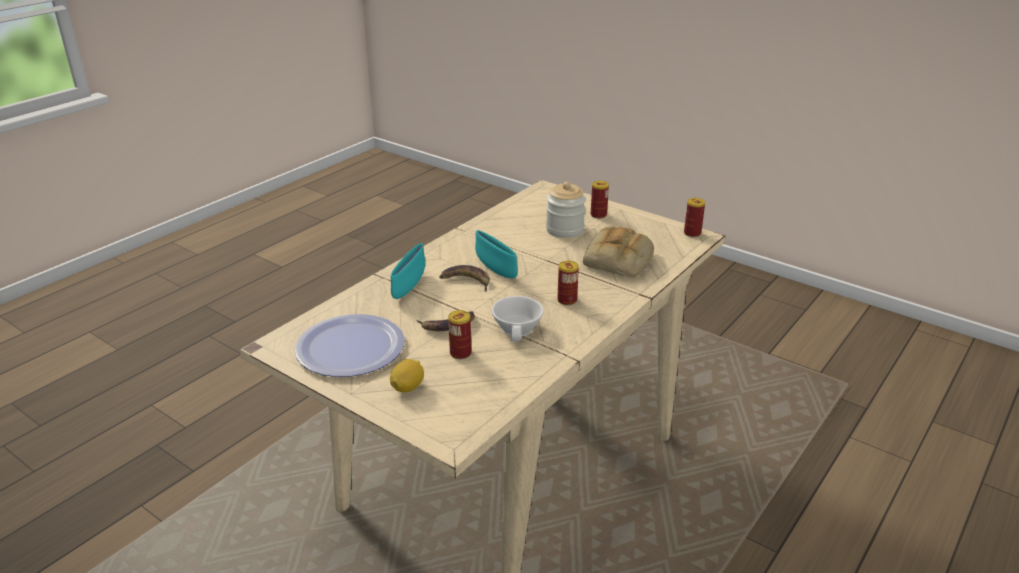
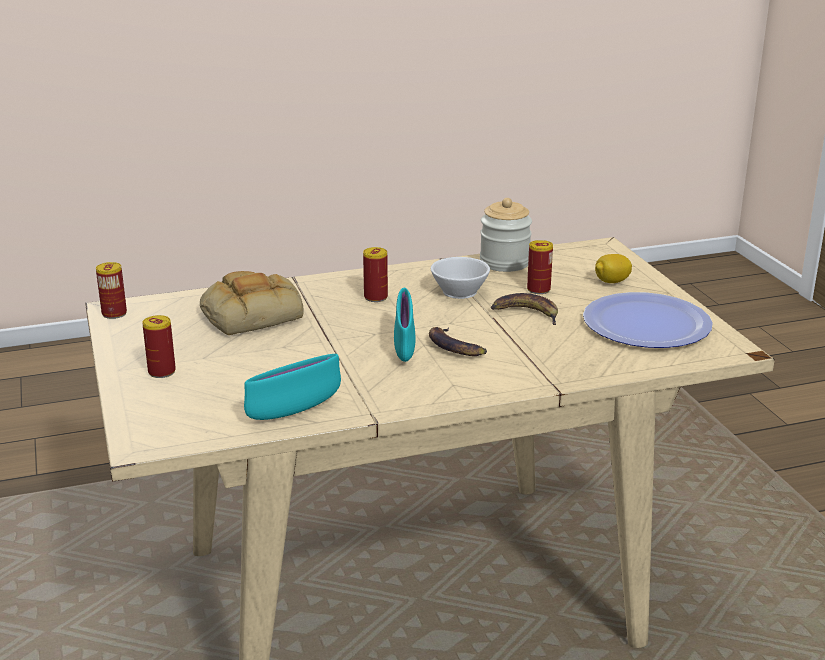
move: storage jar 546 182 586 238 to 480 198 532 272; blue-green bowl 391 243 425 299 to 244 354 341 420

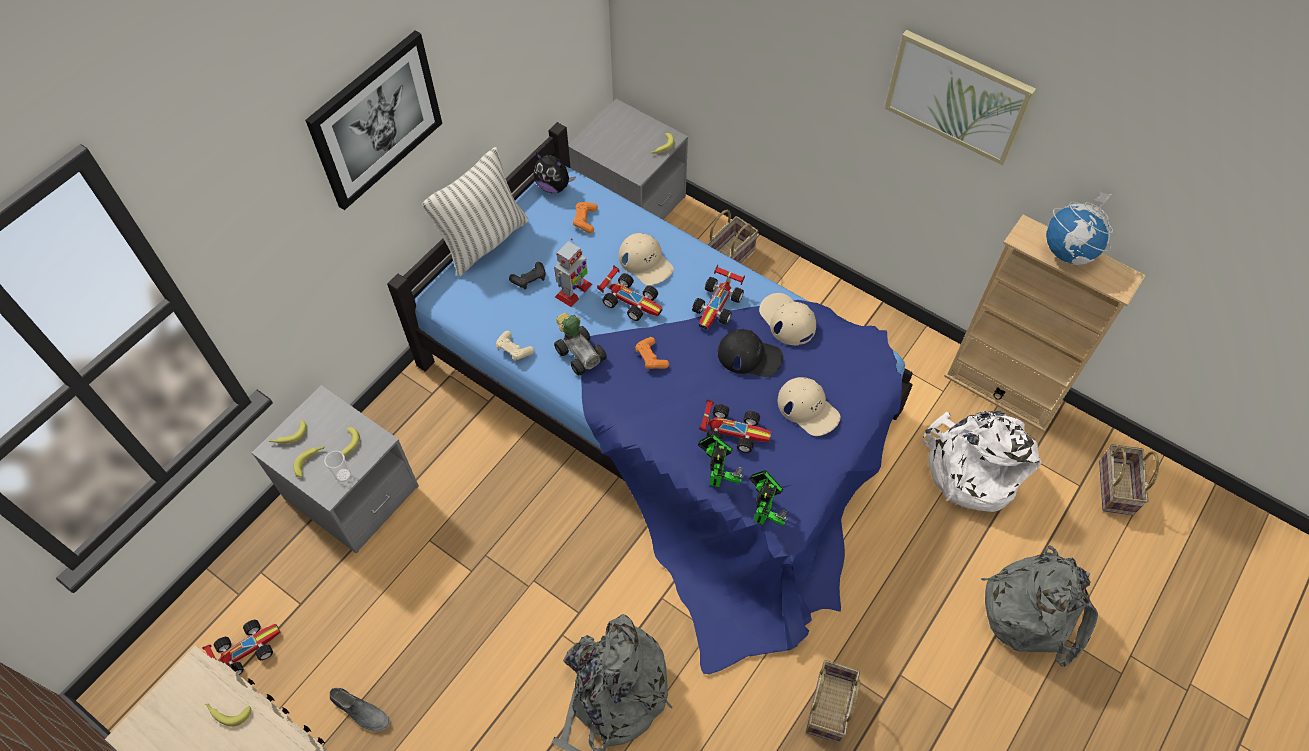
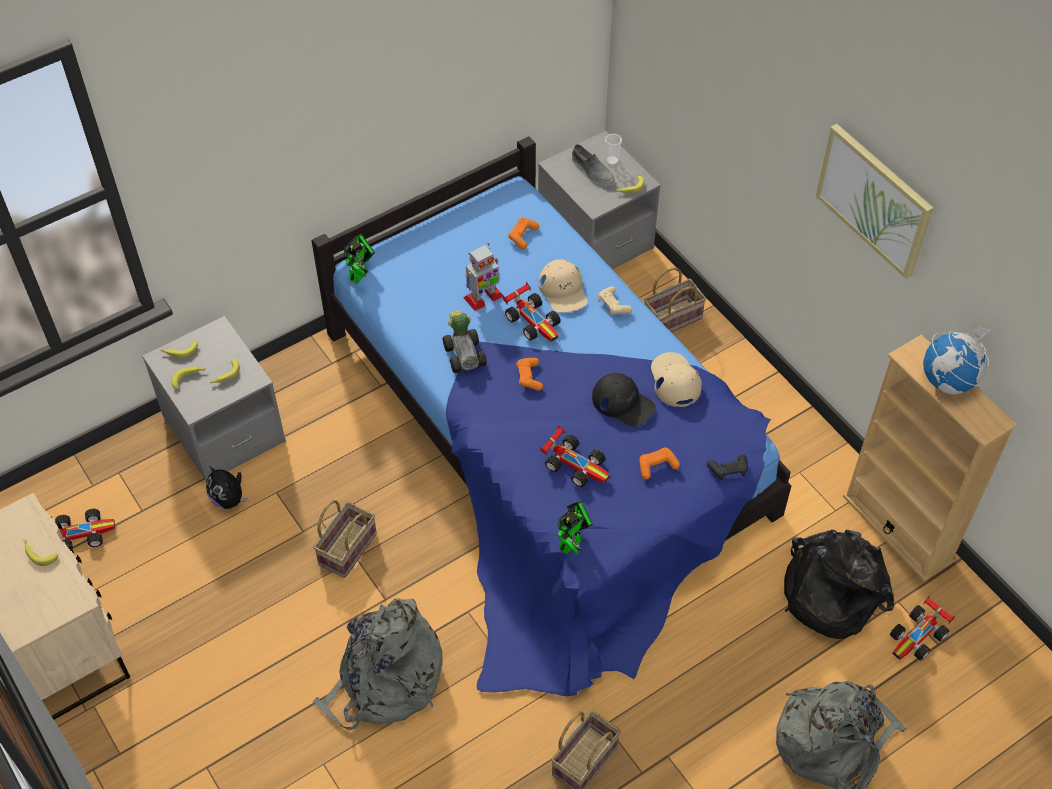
delete: wall picture 305 30 442 210; throw pillow 422 147 528 276
move: plush toy 533 153 576 193 to 206 466 248 509; black joypad 509 262 546 289 to 707 454 748 480; model car 692 265 745 329 to 890 596 955 661; sand-coloured joypad 496 331 535 361 to 598 286 632 315; toy robot 698 433 744 487 to 344 234 375 284; household basket 1099 444 1159 515 to 313 500 377 578; cup 324 451 351 482 to 605 134 622 165; greyish item of footwear 330 688 390 731 to 572 144 615 186
replace: sand-coloured baseball cap 778 377 841 436 to orange-coloured joypad 639 447 680 480
recolor: white backpack 923 411 1042 512 to black backpack 784 529 894 639

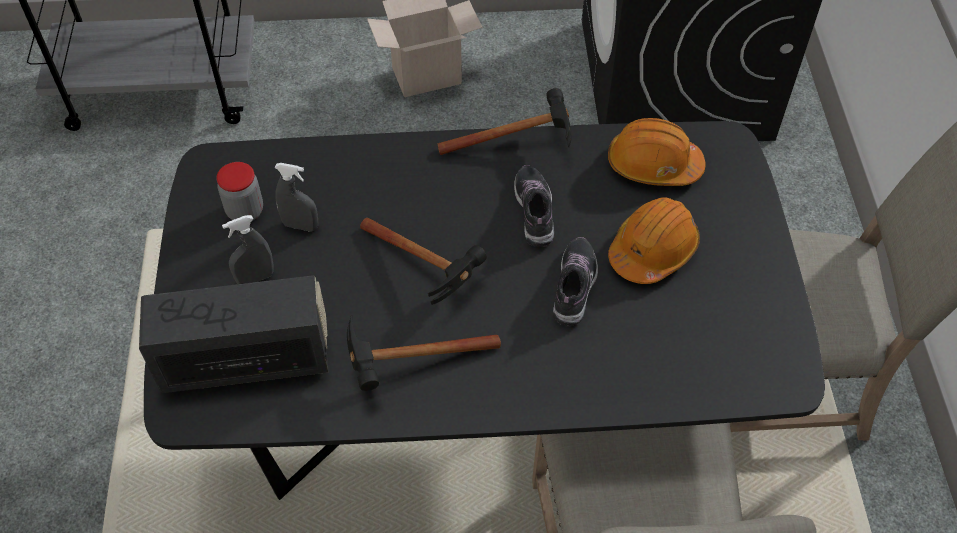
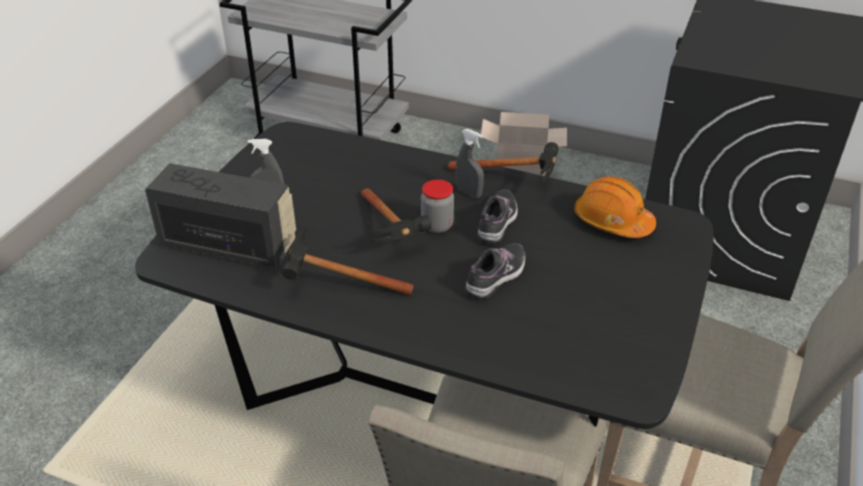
delete: orange-coloured hard hat 608 197 700 284
move: storage jar 216 162 263 221 to 421 180 454 233; greyish spray bottle 275 163 318 232 to 456 128 484 198

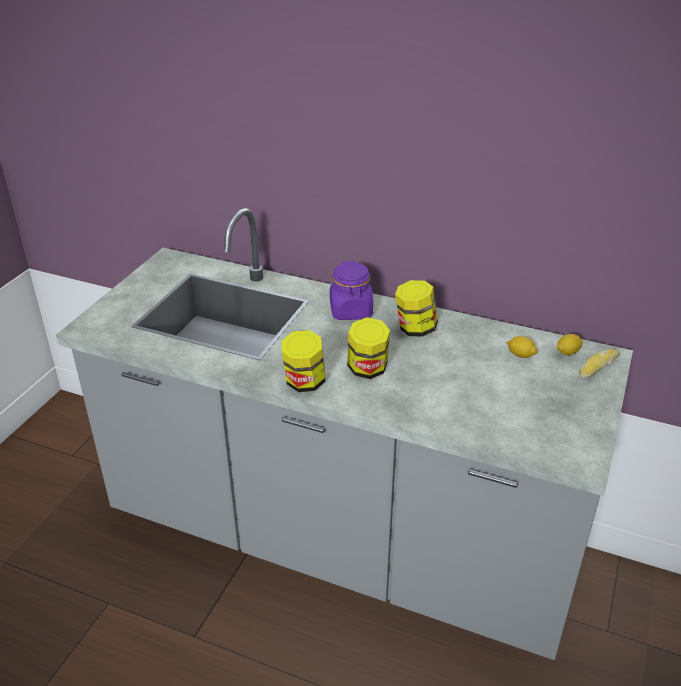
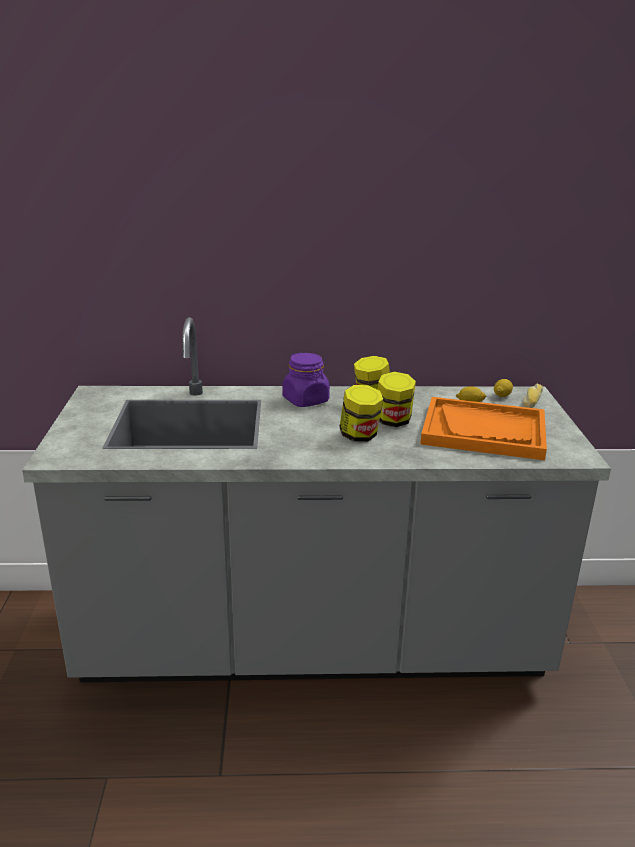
insert: orange-coloured carrying tray 420 397 547 460
move: storage jar 282 330 325 392 to 378 372 416 427

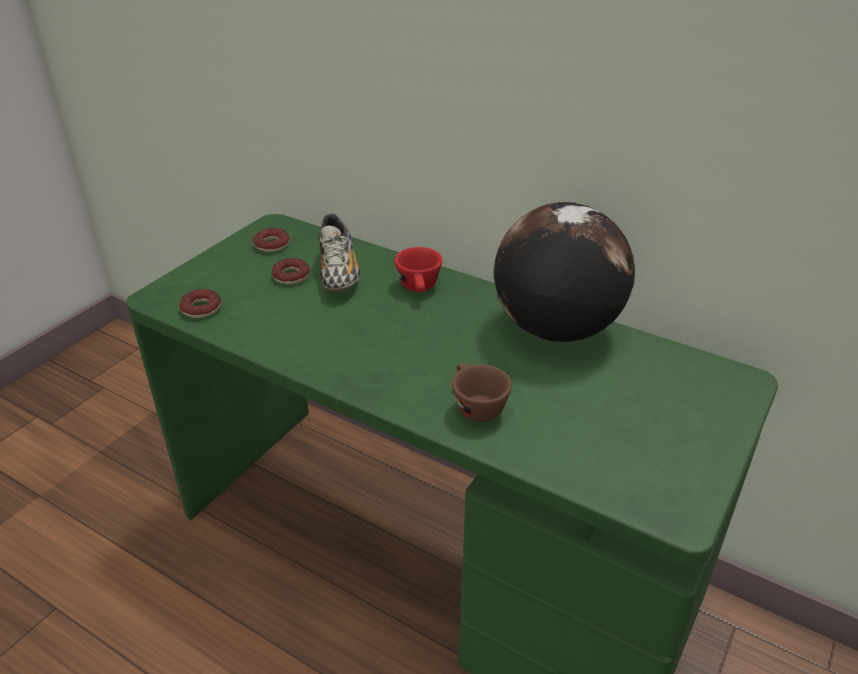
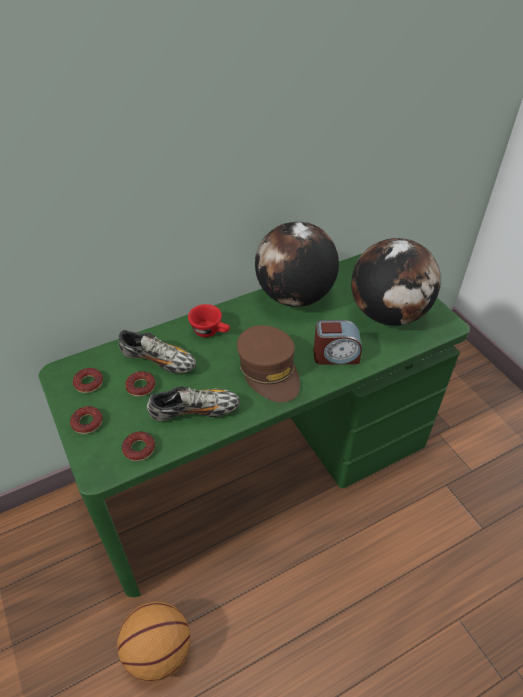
insert: globe 351 238 440 326; brownish baseball cap 237 325 300 403; item of footwear 147 386 240 422; ring doughnut 70 406 102 434; basketball 117 601 190 682
replace: brownish cup 452 363 512 422 to bedside clock 313 320 362 365

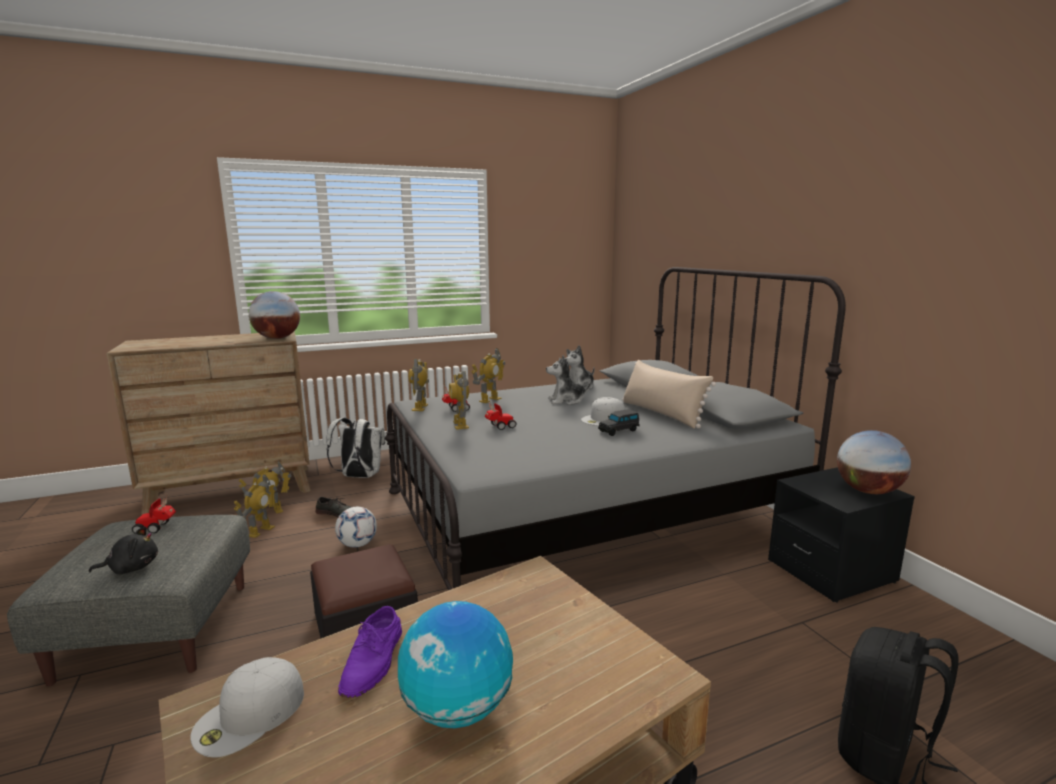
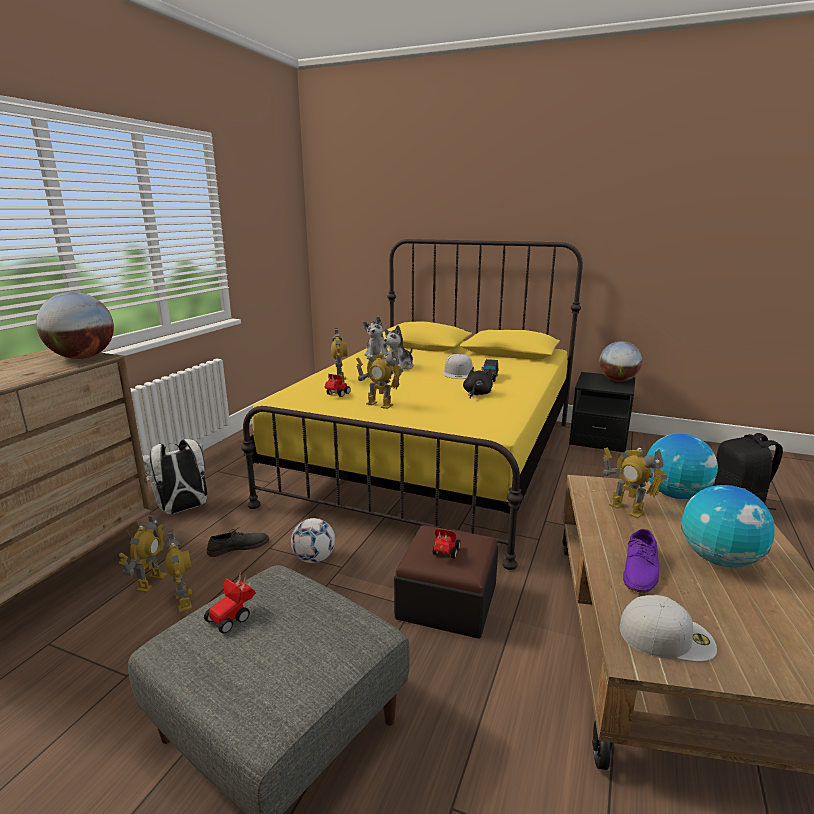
delete: sand-coloured throw pillow 622 360 716 429
insert: globe 646 433 718 499
move: toy robot 409 359 429 411 to 603 448 667 519; model car 485 403 517 430 to 433 529 461 559; black plush toy 89 526 158 575 to 463 367 493 399
recolor: greyish bedroom bed 385 267 846 590 to yellow bedroom bed 241 239 583 570
rotate: purple-coloured item of footwear 338 606 402 698 = 623 529 659 593 60 degrees clockwise; white baseball cap 190 657 304 758 = 620 595 717 662 75 degrees counterclockwise

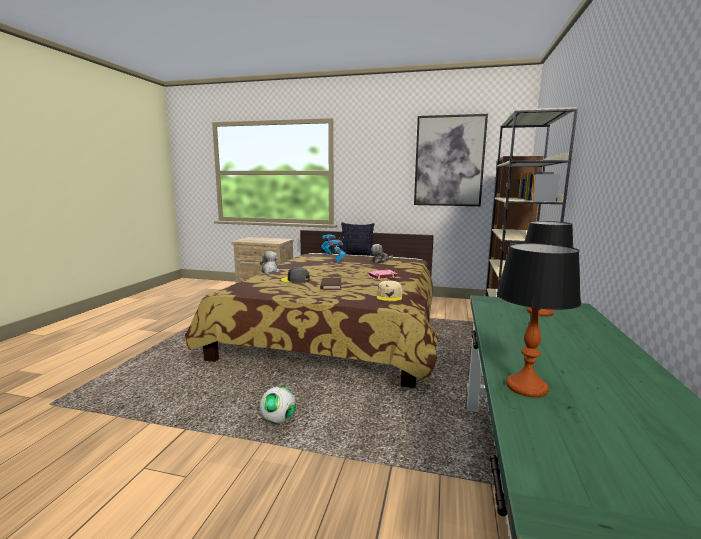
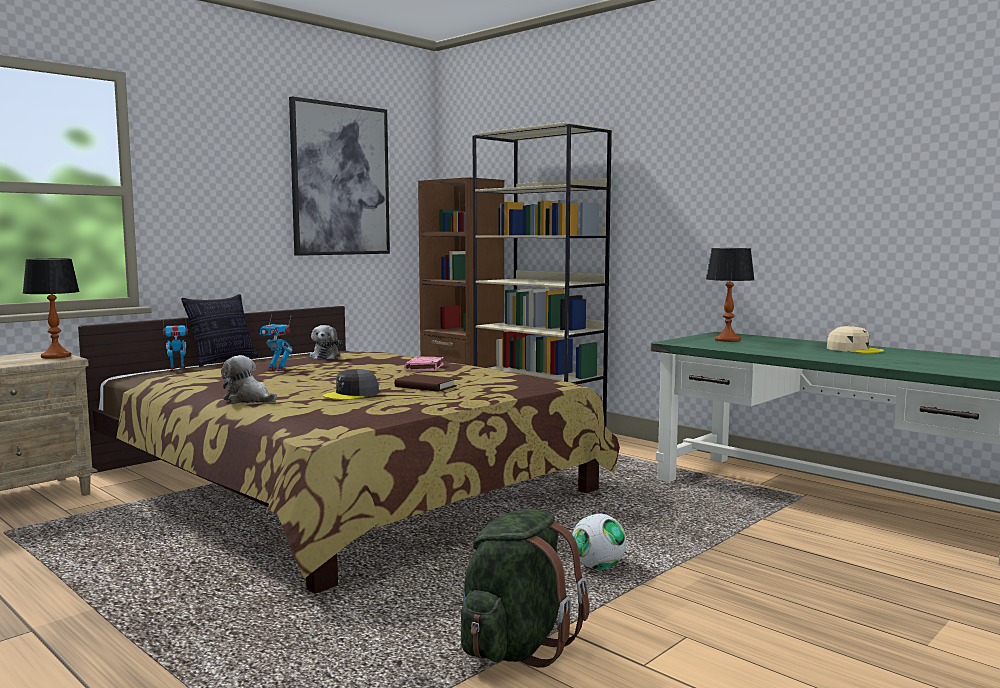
insert: green backpack 461 509 590 668
move: lamp for a table 497 243 581 397 to 23 258 80 359; sand-coloured baseball cap 377 281 402 301 to 827 326 884 353

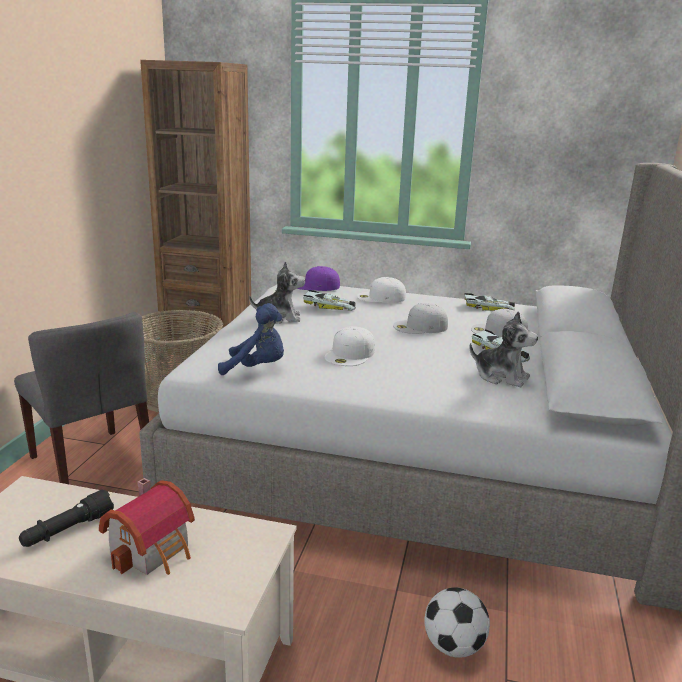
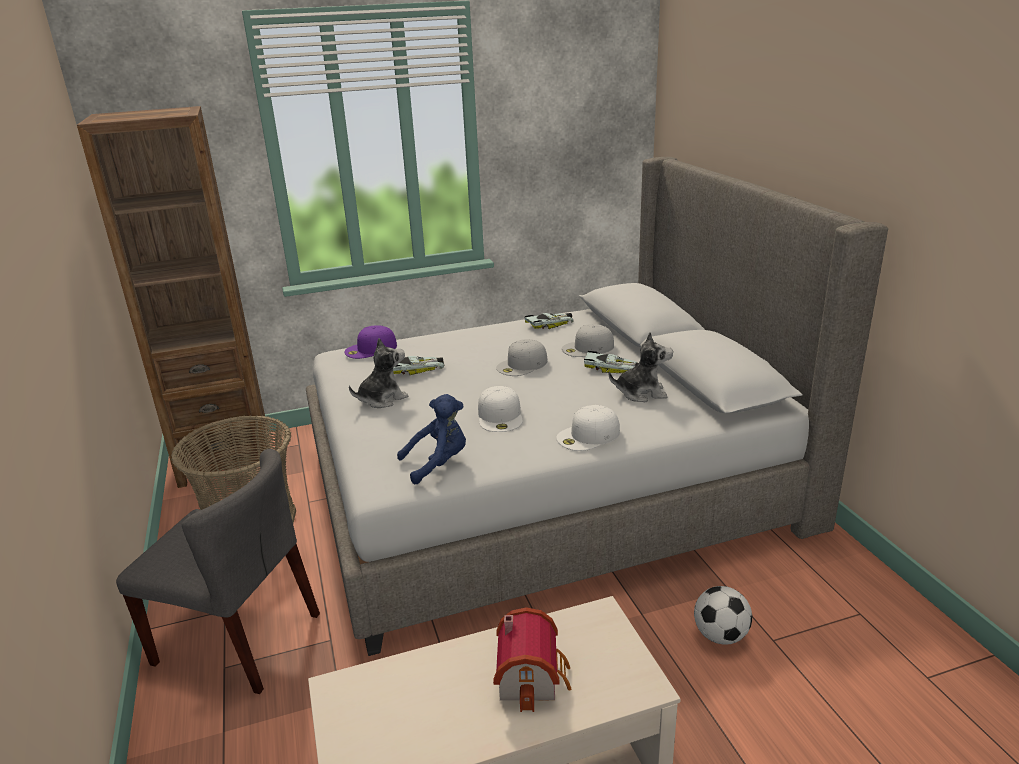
delete: black torch 19 490 114 547
move: white baseball cap 357 277 406 303 to 556 405 620 451

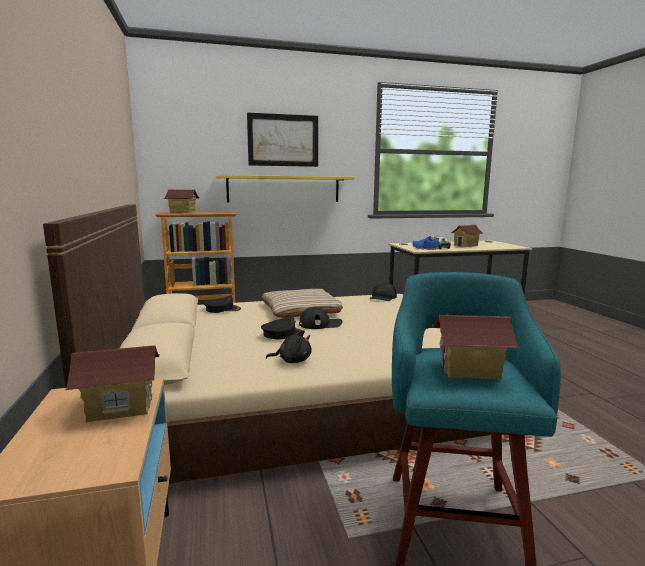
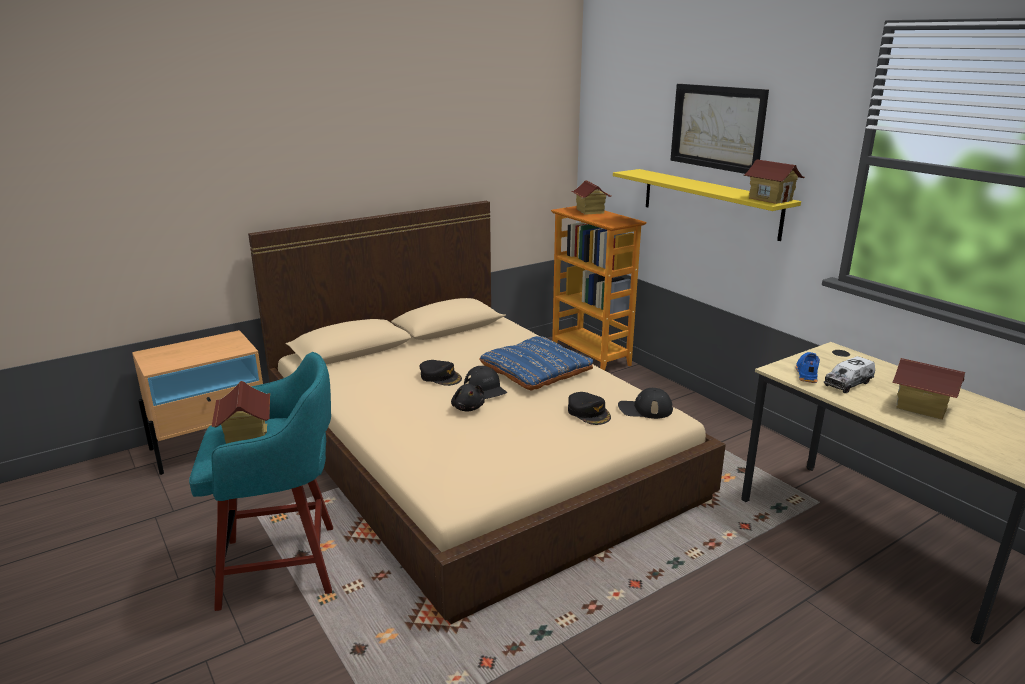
move: black baseball cap 203 296 241 313 to 568 392 611 425; black plush toy 266 330 312 363 to 451 384 485 412; model house 65 345 159 422 to 744 159 805 204
recolor: sand-coloured throw pillow 262 289 343 318 to blue throw pillow 479 336 593 390

